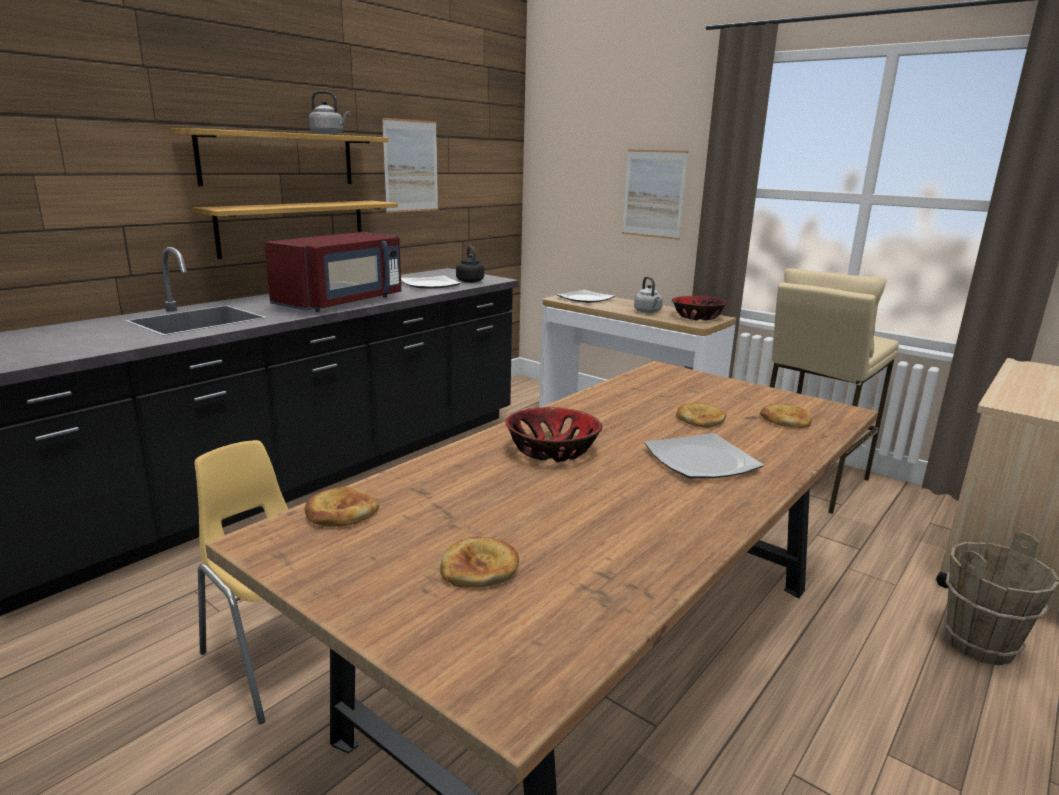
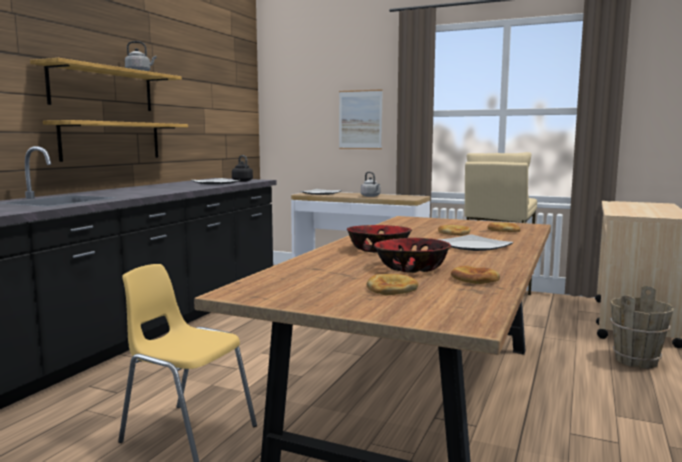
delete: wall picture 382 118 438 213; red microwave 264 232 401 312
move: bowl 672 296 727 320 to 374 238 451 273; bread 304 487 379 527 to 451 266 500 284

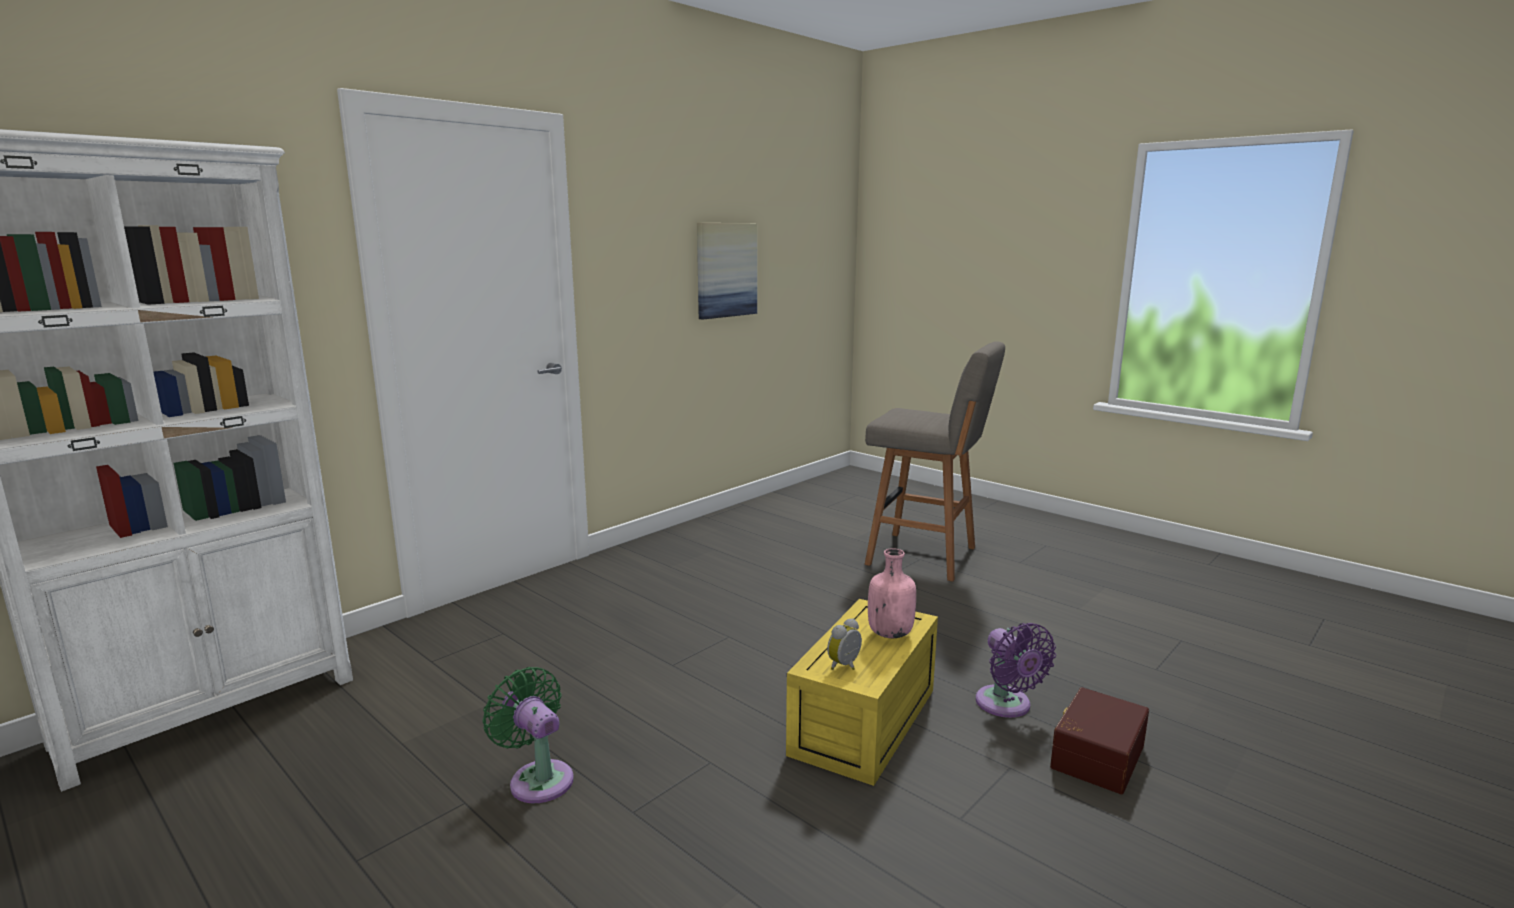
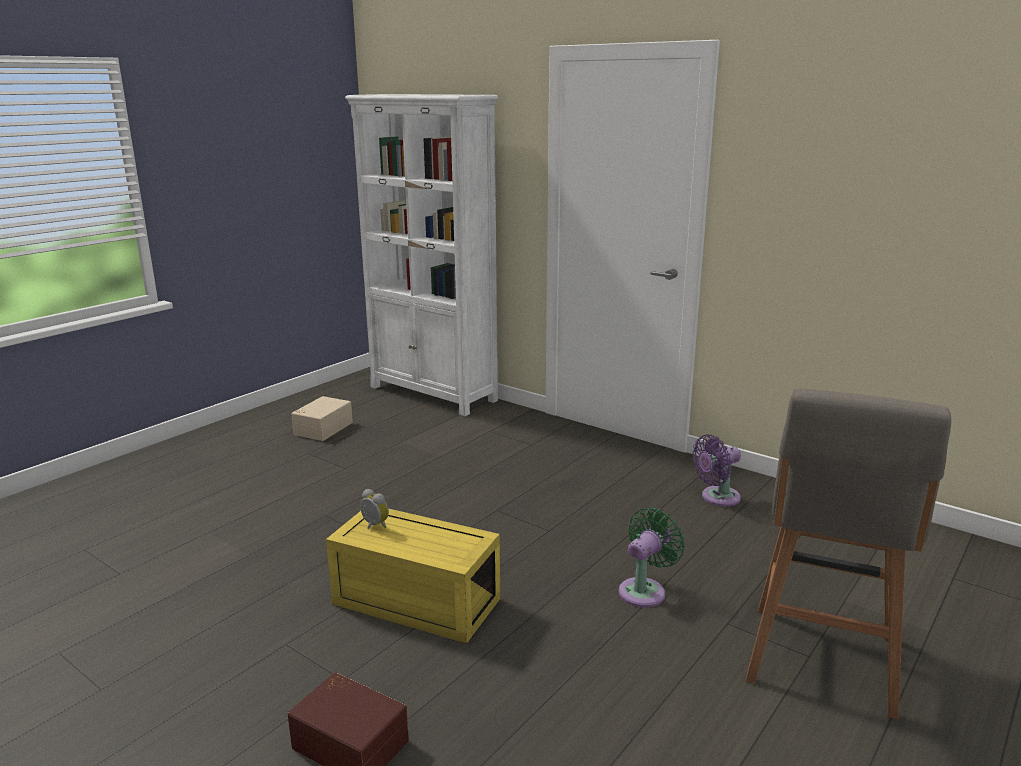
delete: wall picture 697 223 757 320; pinkish bottle 868 548 916 638
insert: sand-coloured storage container 292 396 353 441
move: purple-coloured electric fan 976 623 1056 718 to 692 434 741 506; green electric fan 483 667 574 803 to 619 508 685 608

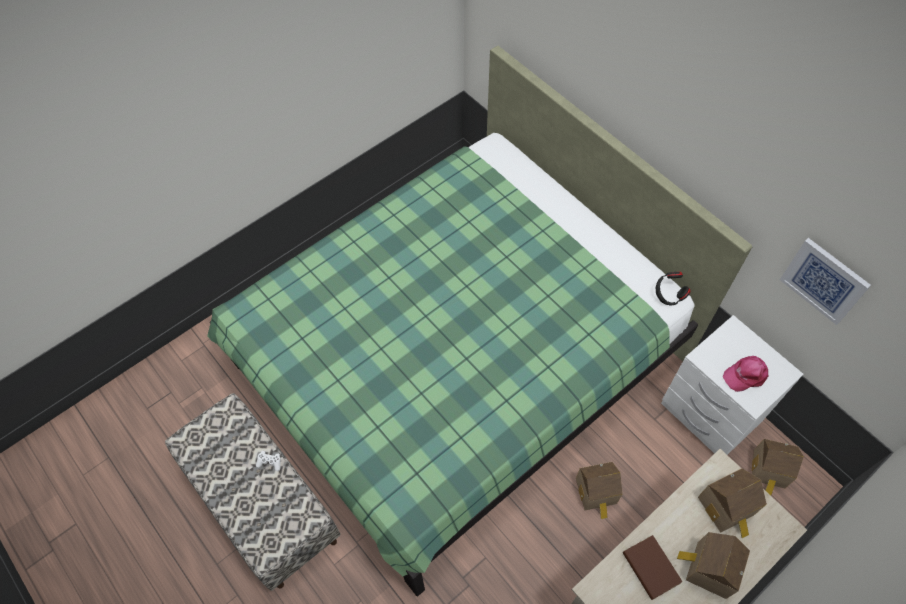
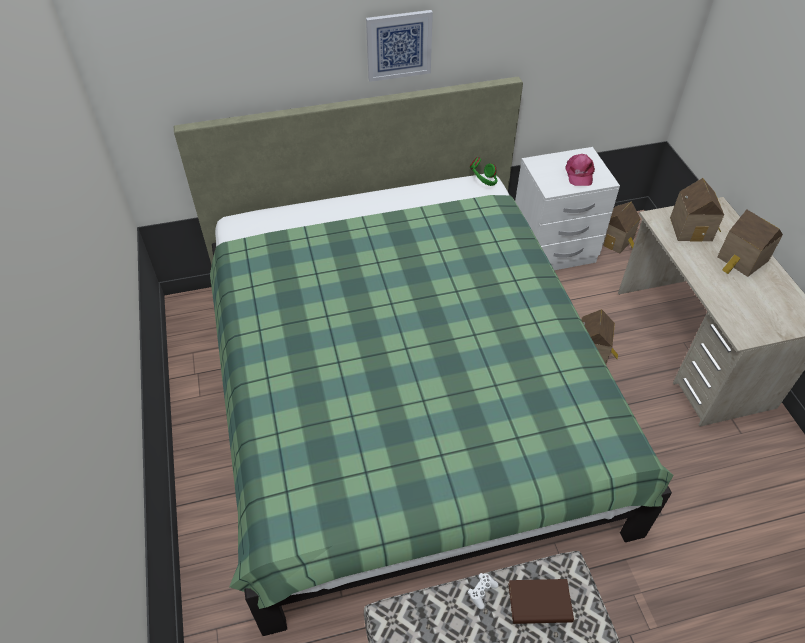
move: wall picture 780 238 871 325 to 366 10 433 82; brownish bound book 623 535 683 600 to 508 579 574 624
recolor: black headset 656 272 690 305 to green headset 470 157 497 186

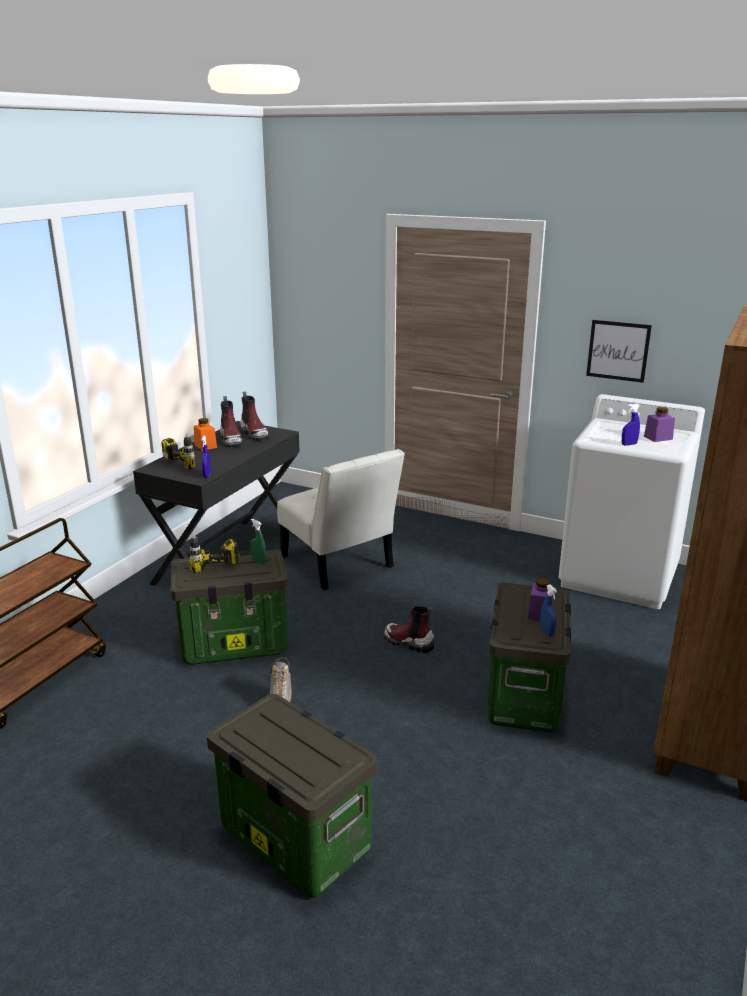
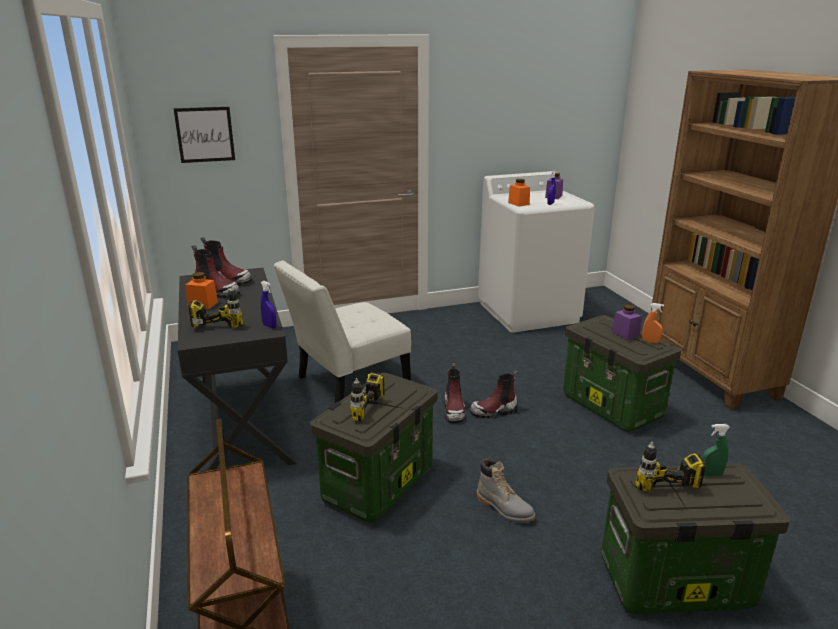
insert: orange-coloured storage jar 508 179 530 207; boot 444 363 466 423; drill 635 442 706 509
move: wall picture 586 320 652 383 to 174 107 235 163; green spray bottle 250 519 266 564 to 702 424 730 476
recolor: blue spray bottle 540 584 557 636 to orange-coloured spray bottle 642 303 664 343
rotate: white chair 277 449 405 590 = 274 261 411 403 135 degrees clockwise

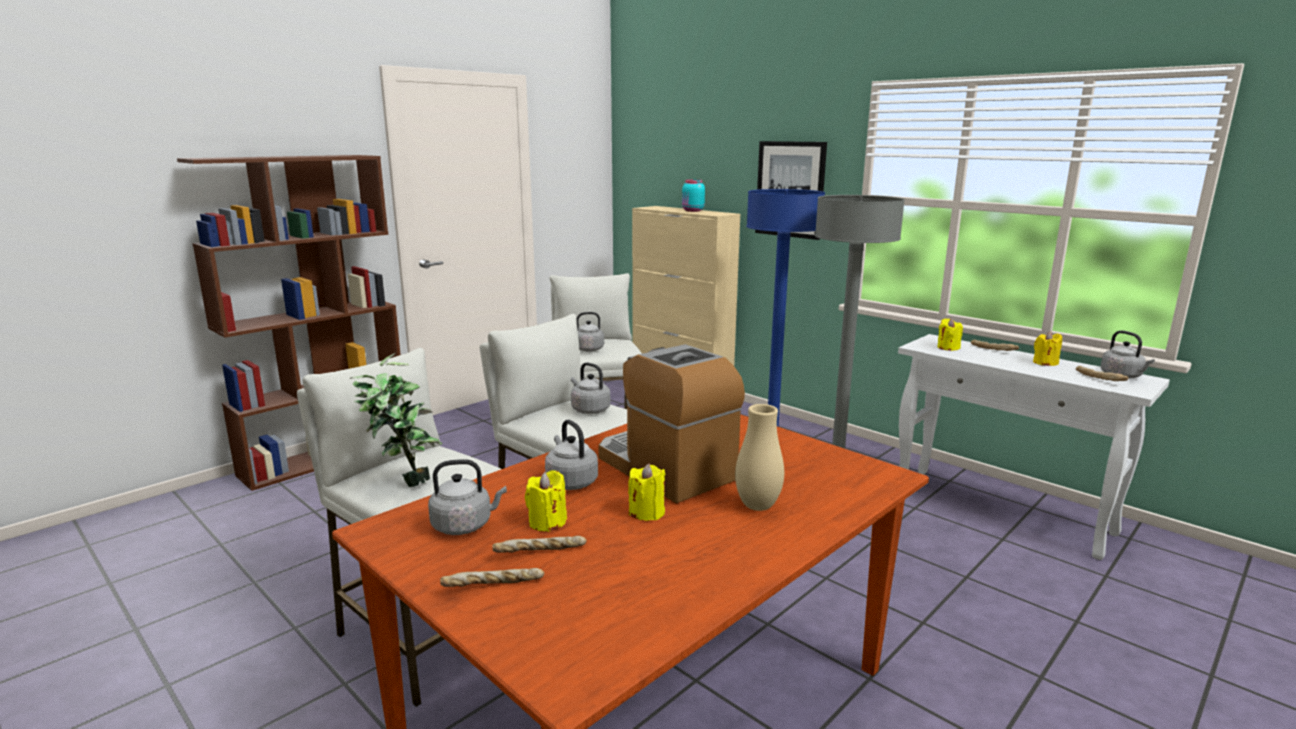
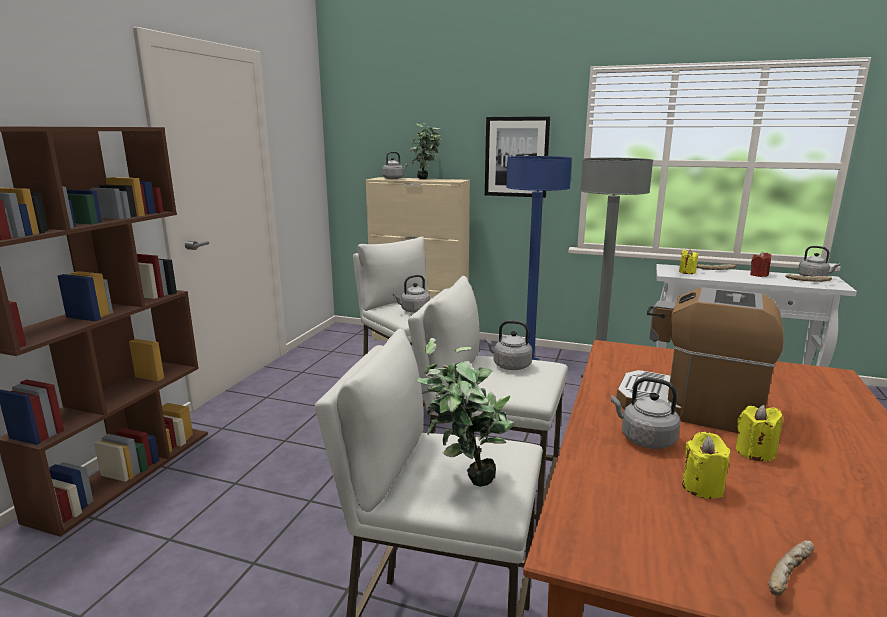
delete: sand-coloured vase 735 404 784 511; bread 492 536 587 553
move: greyish tea kettle 428 459 507 535 to 382 152 408 179
replace: blue-green storage jar 682 179 705 212 to plant in a pot 409 123 441 179
recolor: yellow wax light 1033 331 1062 366 to red wax light 750 252 771 277

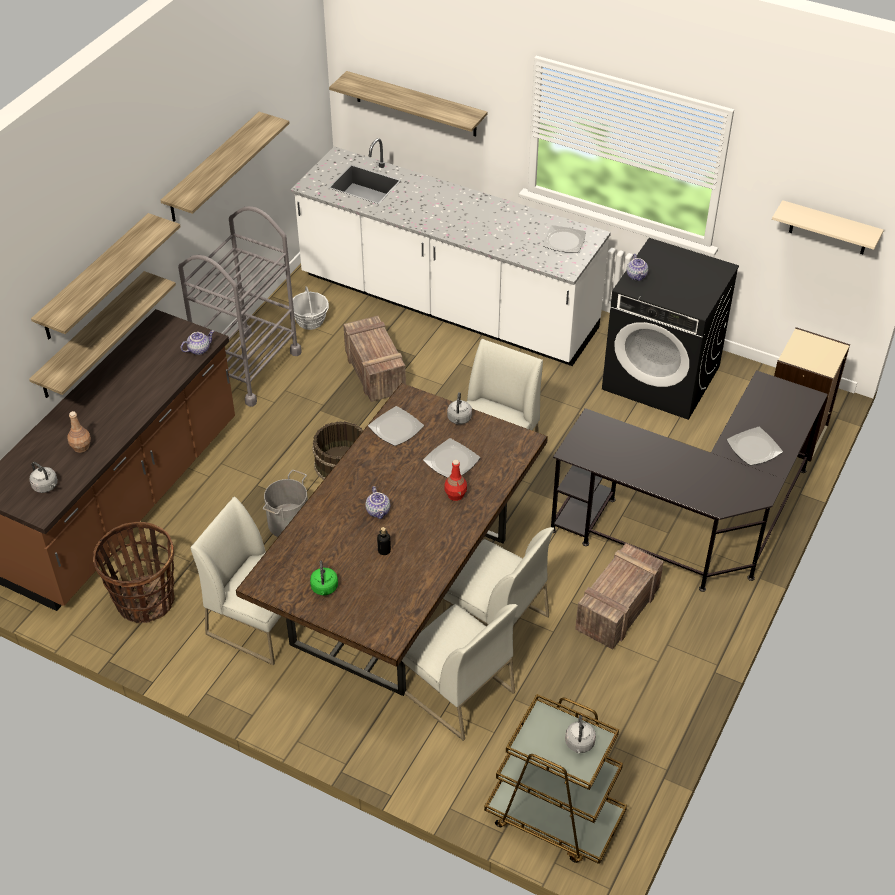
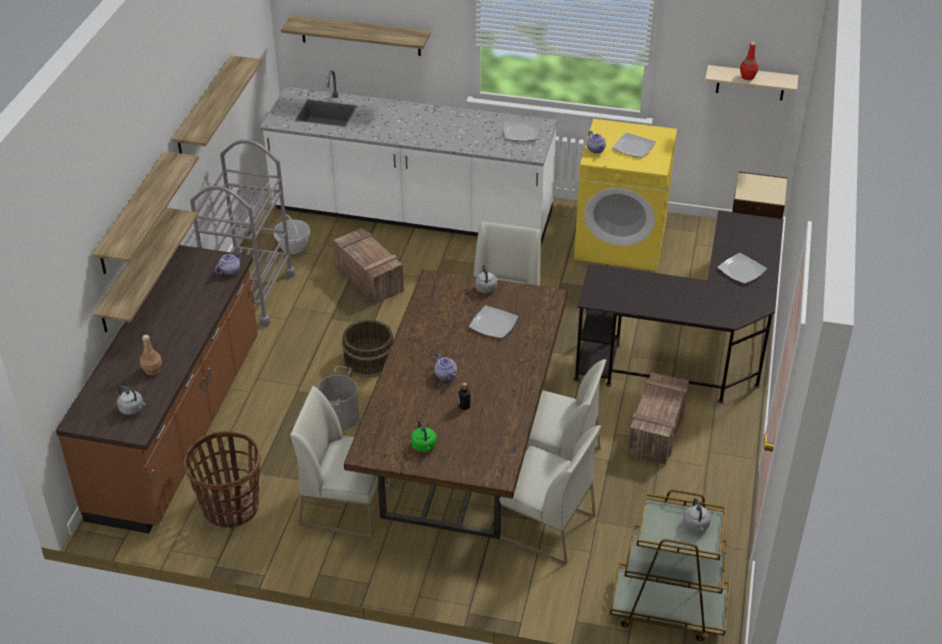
move: flat dish 368 406 424 446 to 613 133 655 158; red bottle 444 460 467 501 to 740 42 758 80
recolor: black laundry machine 602 238 739 420 to yellow laundry machine 574 119 677 271

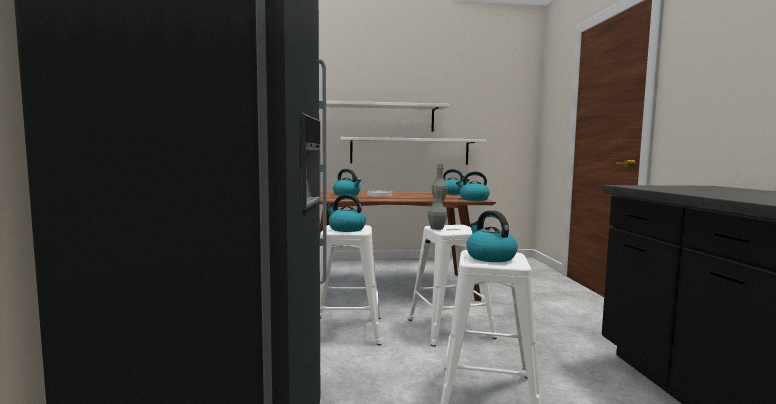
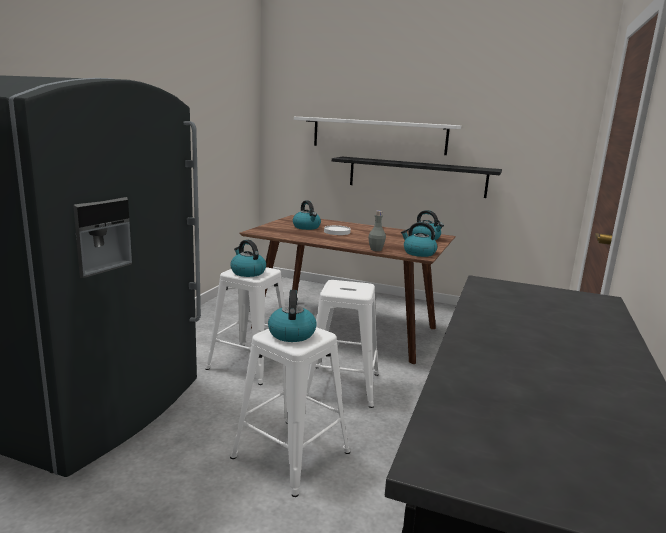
delete: greyish bottle 428 186 447 230
recolor: white wall shelf 341 137 486 164 to black wall shelf 332 157 502 198

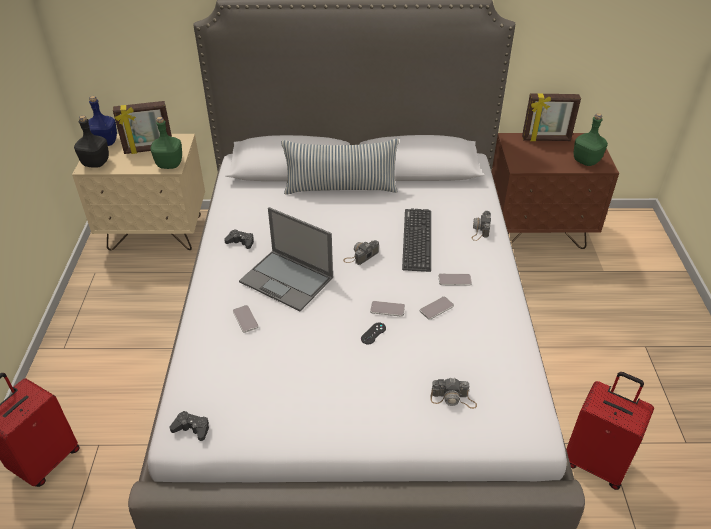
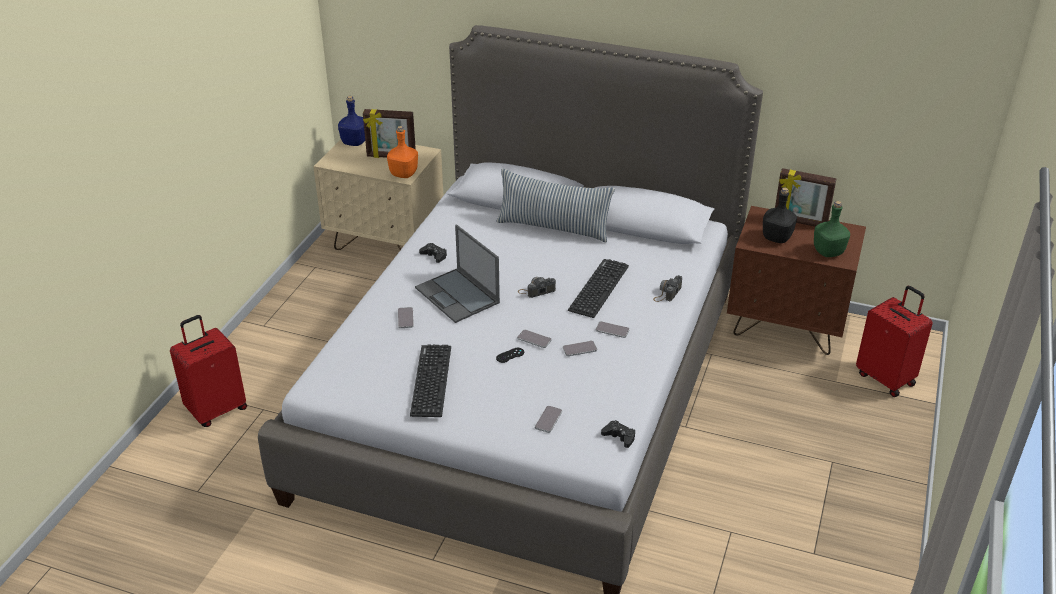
insert: computer keyboard 410 344 451 417
move: black bottle 74 115 109 168 to 763 187 797 243; red piece of luggage 566 372 654 490 to 856 286 933 397; black joypad 170 411 209 441 to 601 420 635 448
replace: photo camera 430 378 477 409 to telephone 535 406 562 433
recolor: green bottle 150 117 182 169 to orange-coloured bottle 387 126 418 178

